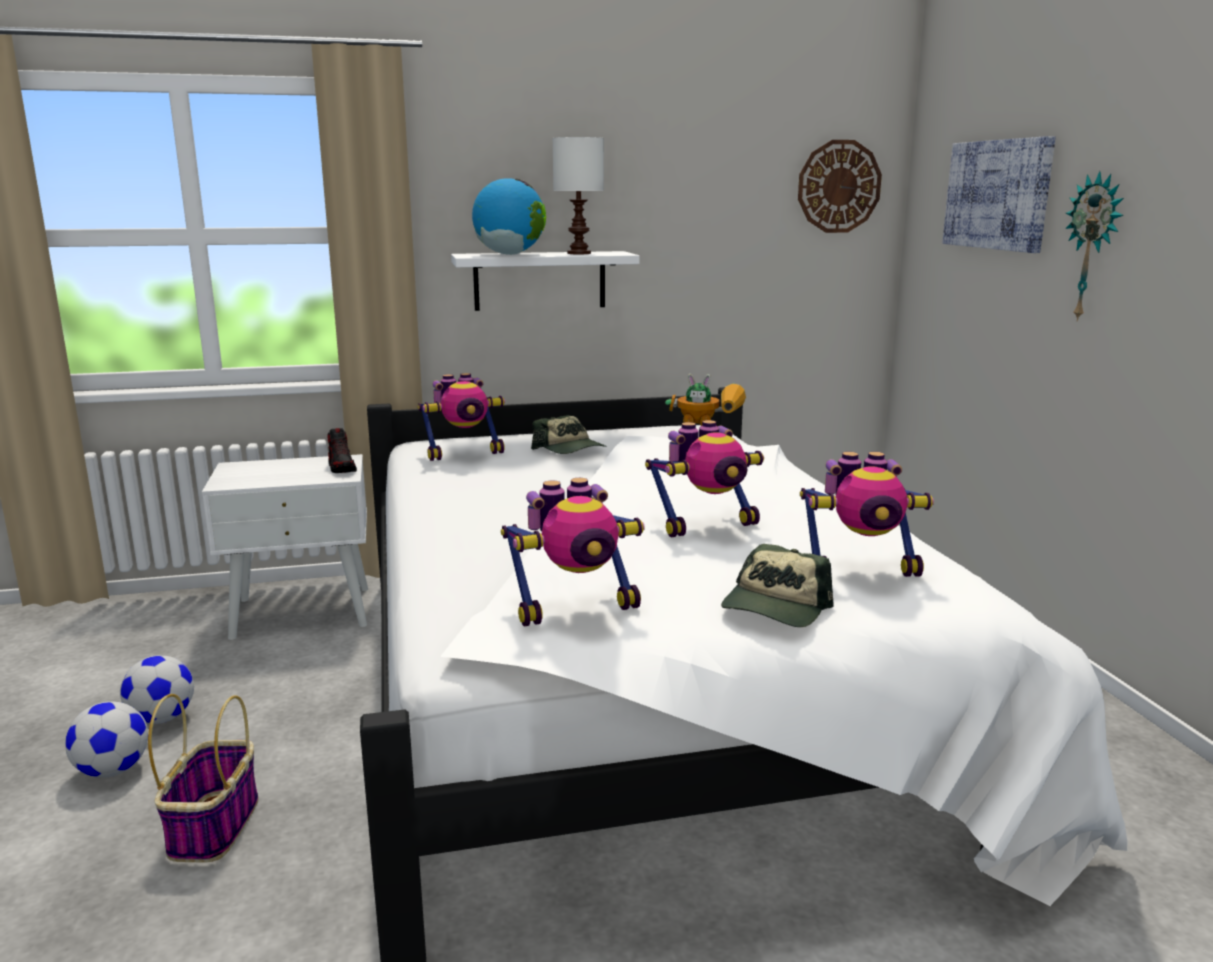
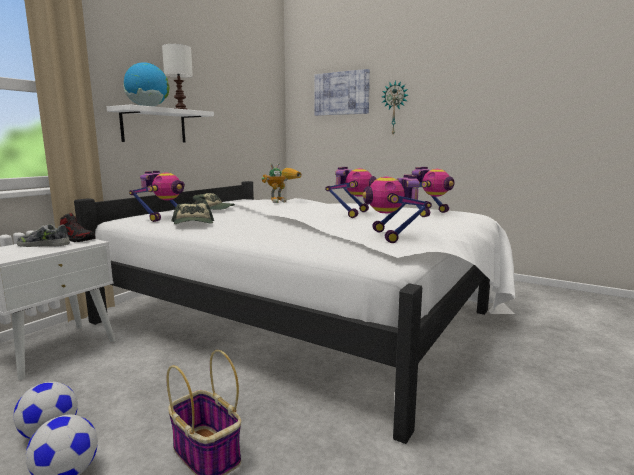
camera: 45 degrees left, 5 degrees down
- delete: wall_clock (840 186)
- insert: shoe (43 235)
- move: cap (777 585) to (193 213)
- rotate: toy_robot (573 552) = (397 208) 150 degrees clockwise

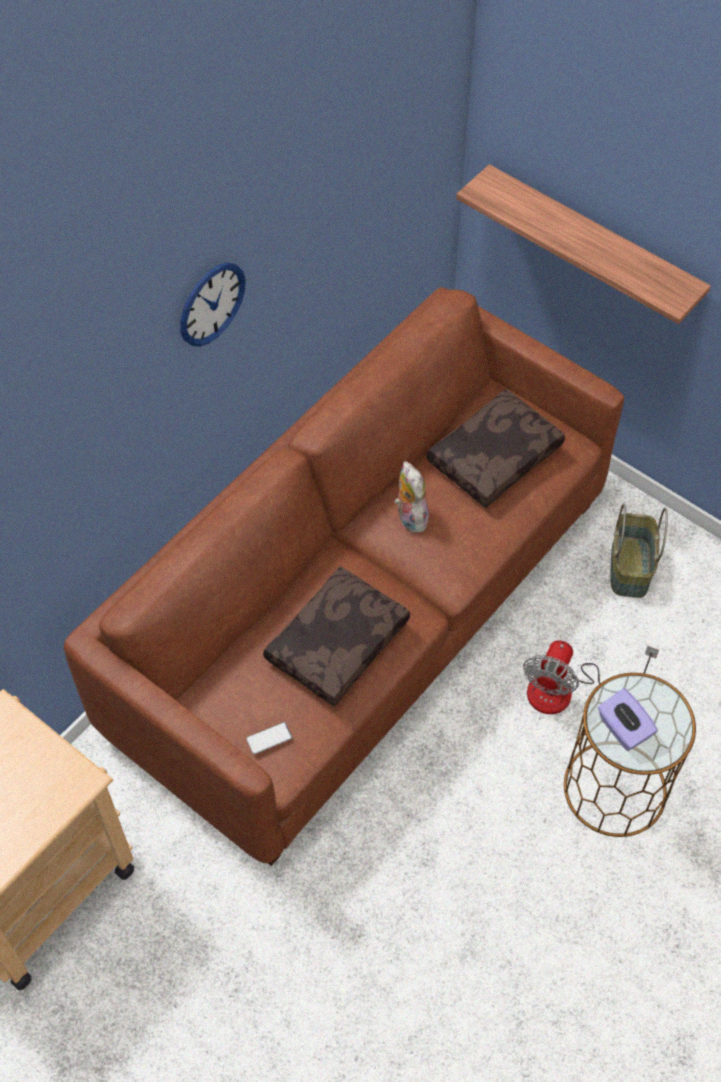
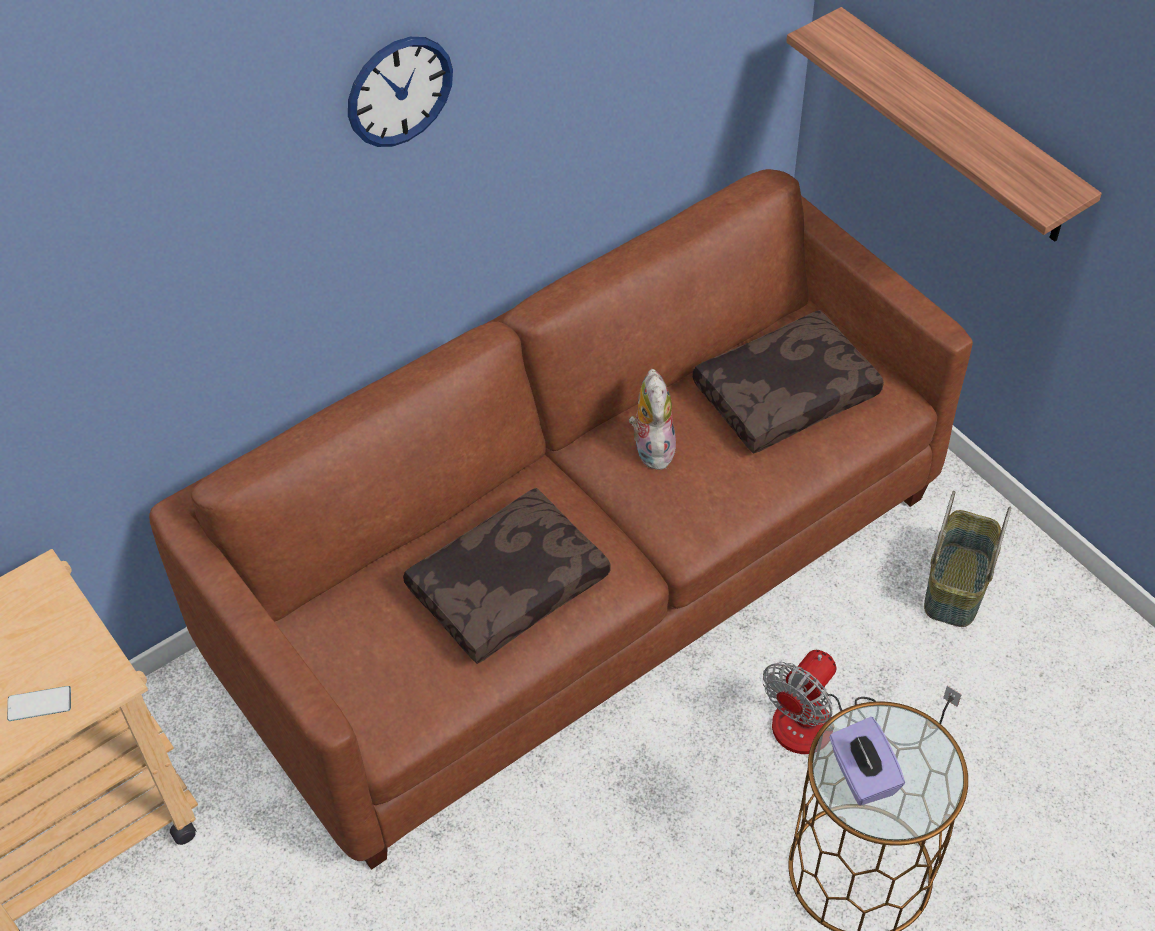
camera: 15 degrees right, 5 degrees down
- move: phone (269 738) to (39 703)

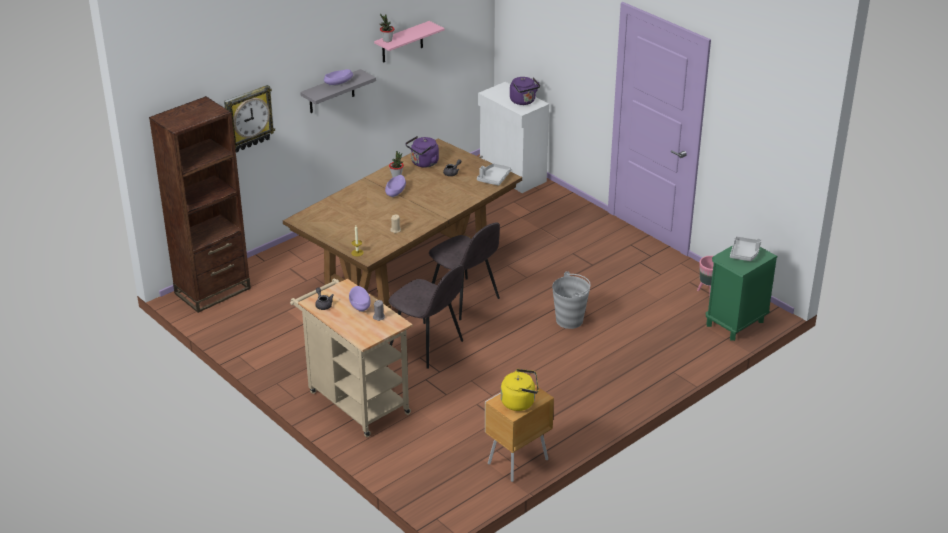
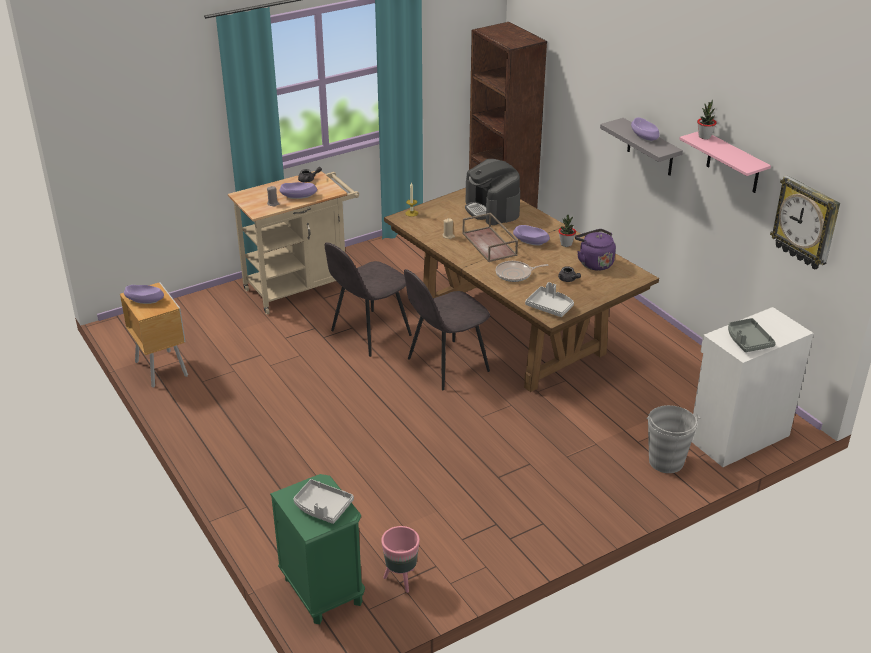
camera: 100 degrees right, 0 degrees up
- insert: brown_tray (490 237)
- insert: coffee_machine (492 192)
- insert: frying_pan (522 271)
- move: wall_clock (249 118) to (805 222)
- move: grey_bucket (571 300) to (673 439)
- replace: yellow_kettle (520 390) to purple_bowl (144 294)
- replace: purple_kettle (525 91) to grey_tray (752 335)

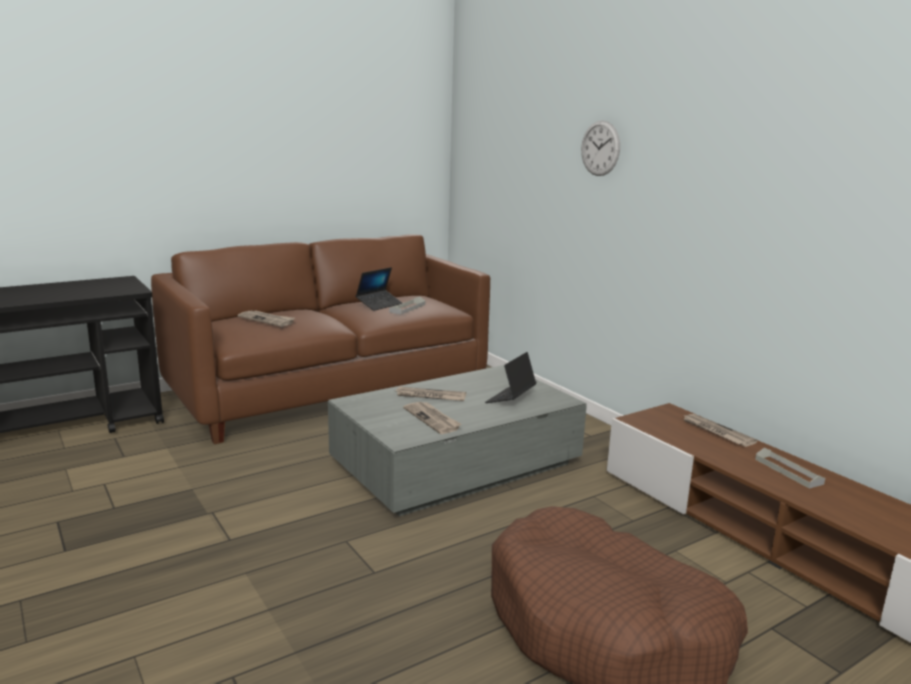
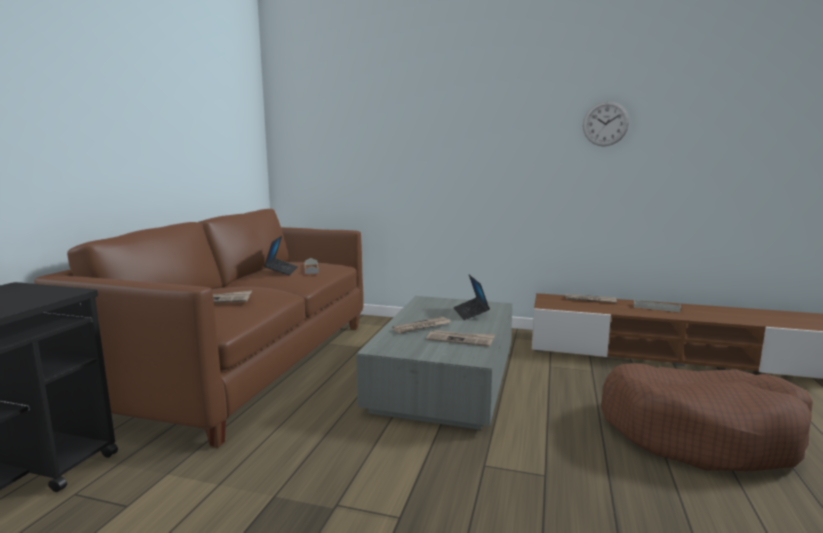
camera: 40 degrees left, 5 degrees down
- move: wall_clock (600 148) to (606 123)

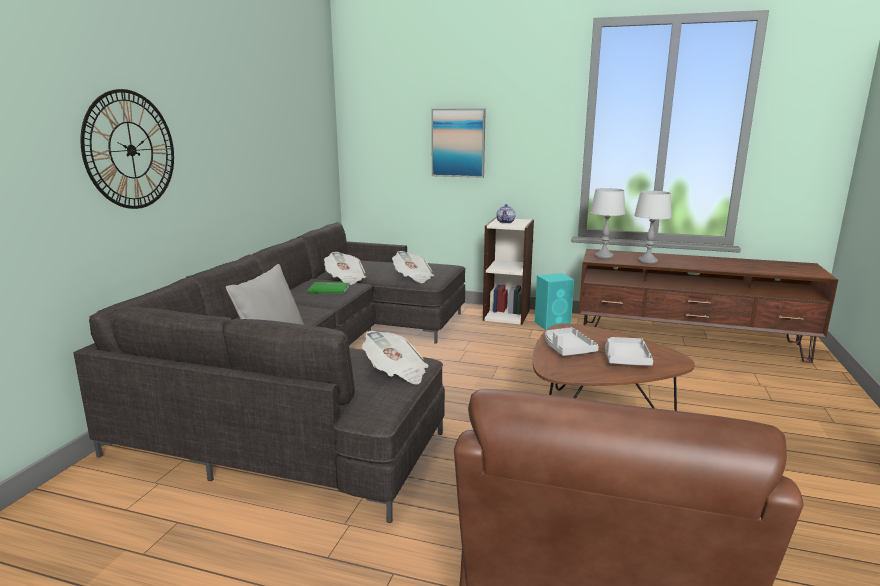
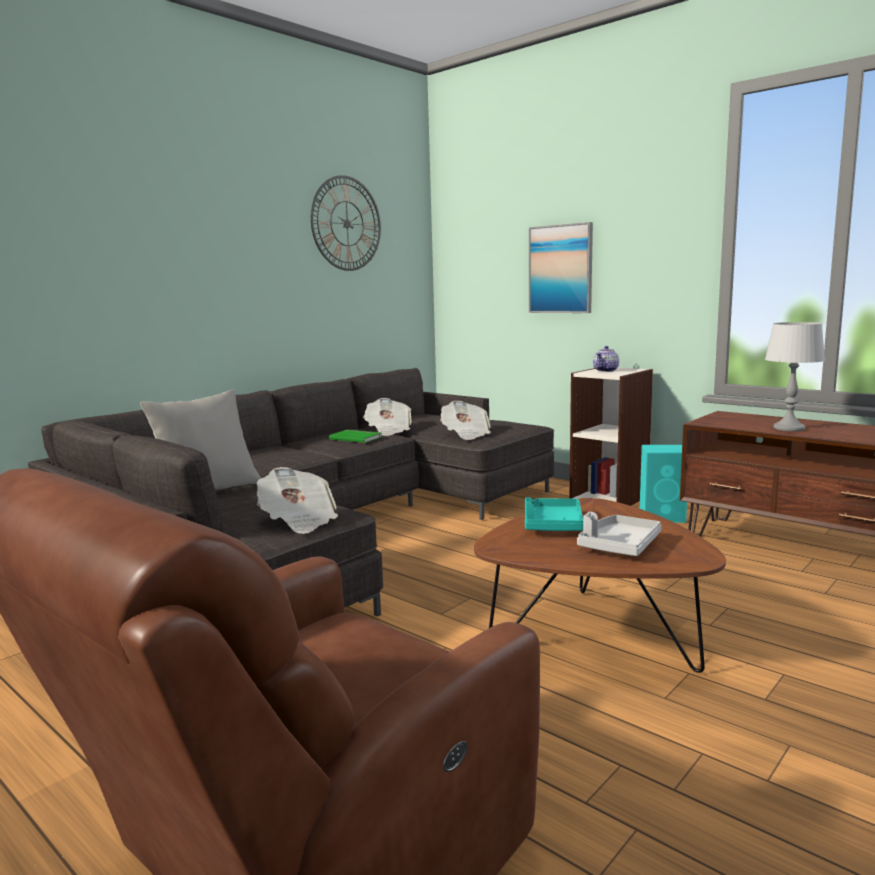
camera: 25 degrees right, 5 degrees down
- delete: grey_table_lamp (608 223)
- move: wall_clock (127 149) to (346 223)
- recolor: grey_tray (572 341) to turquoise_tray (554 514)

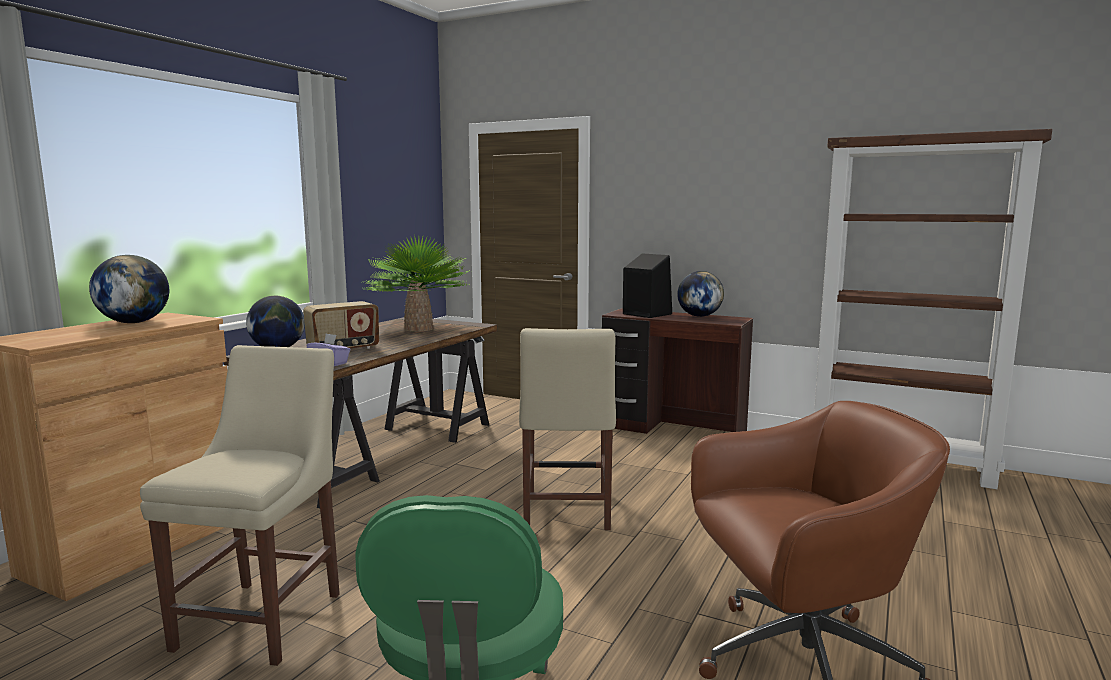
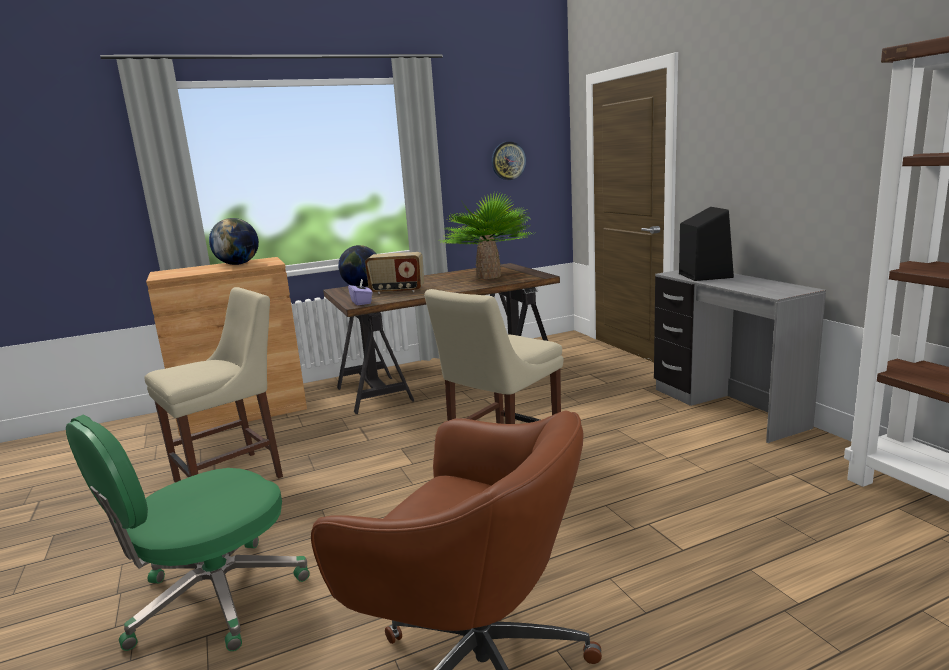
camera: 40 degrees right, 5 degrees up
- delete: globe (700 294)
- insert: wall_clock (509 160)
- recolor: brown_desk (677 371) to grey_desk (740 356)

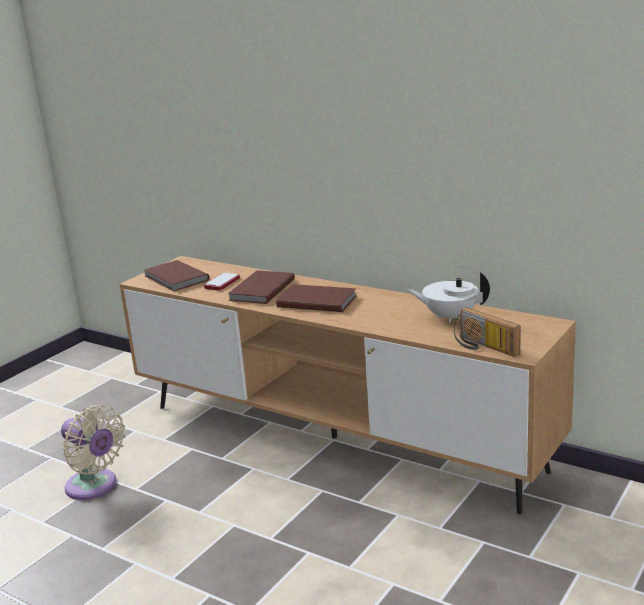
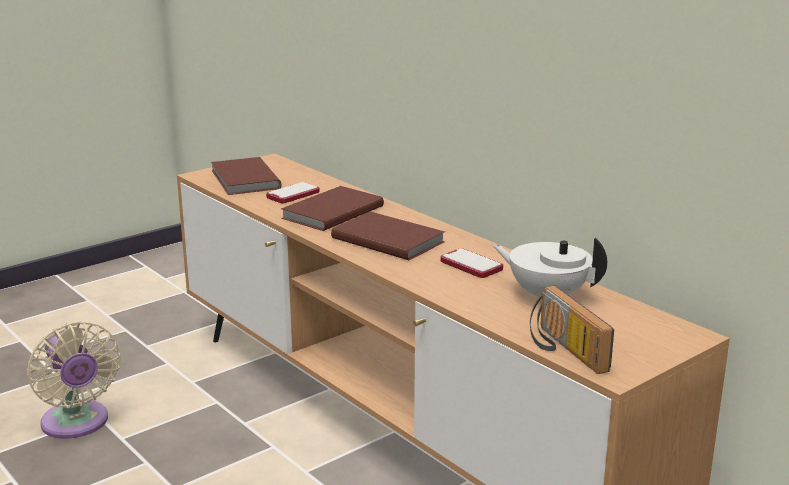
camera: 15 degrees right, 0 degrees up
- insert: phone (471 263)

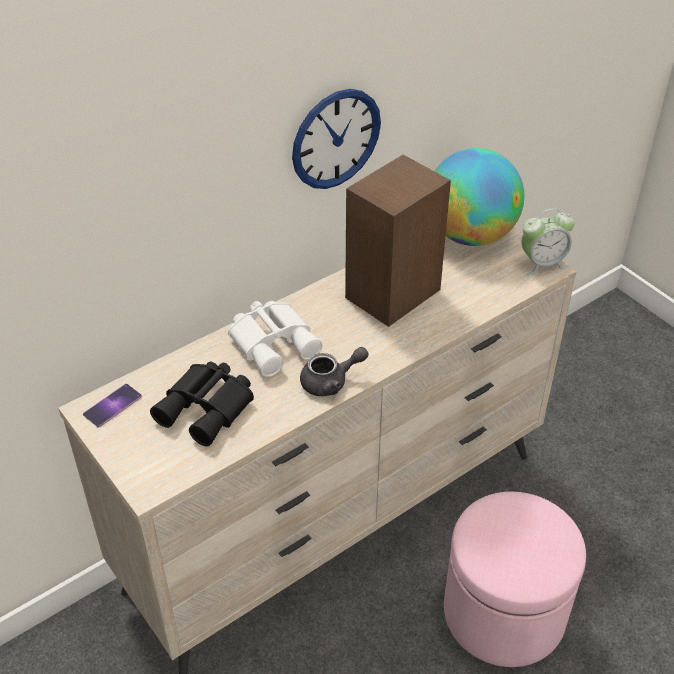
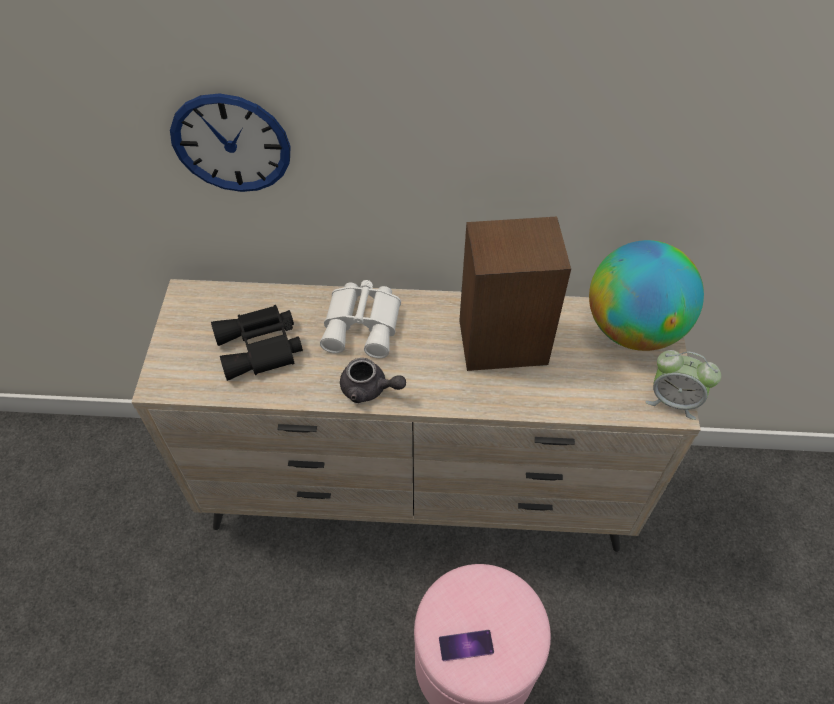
camera: 40 degrees right, 10 degrees up
- move: phone (112 405) to (466 645)
- move: wall_clock (336 139) to (230 142)

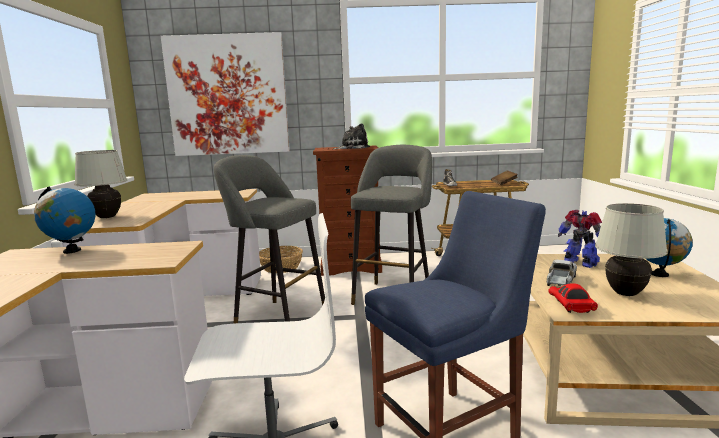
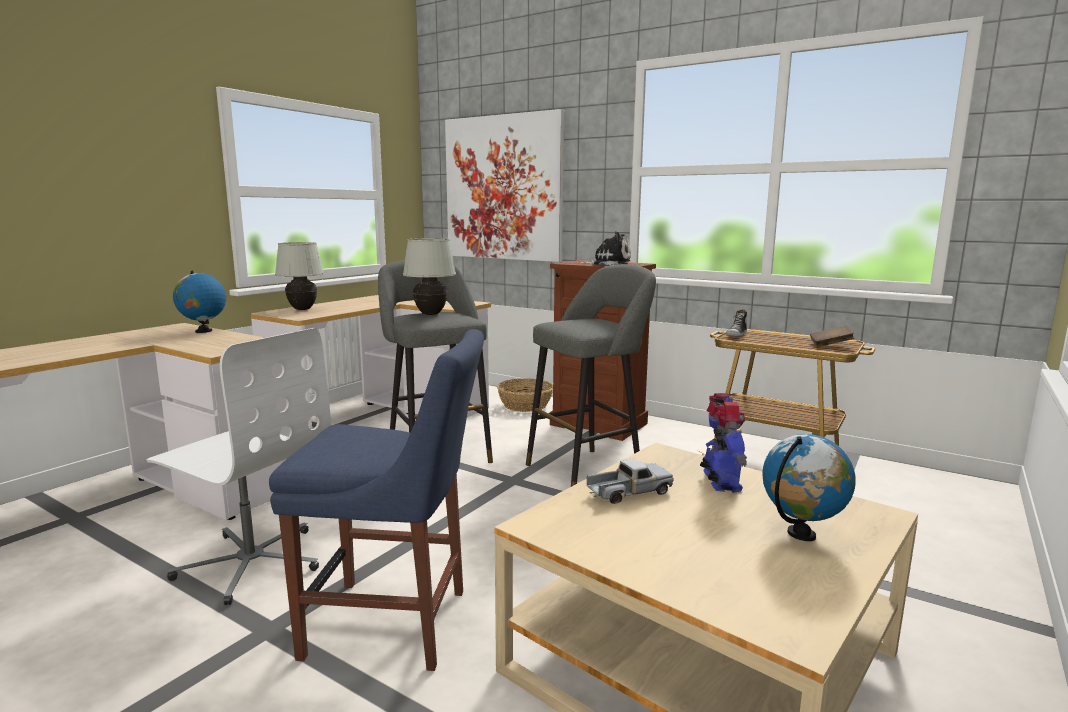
camera: 35 degrees right, 0 degrees up
- delete: red_toy_car (573 298)
- move: white_table_lamp (631 249) to (429 276)

